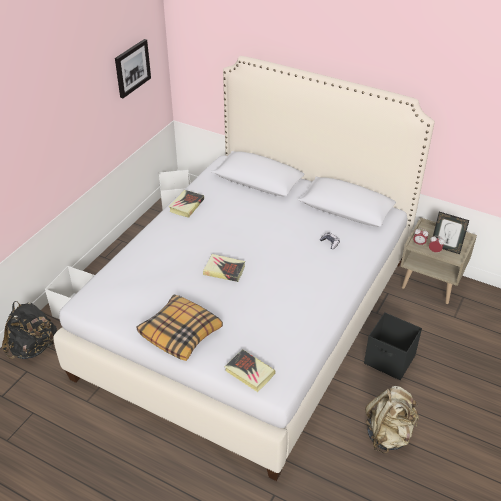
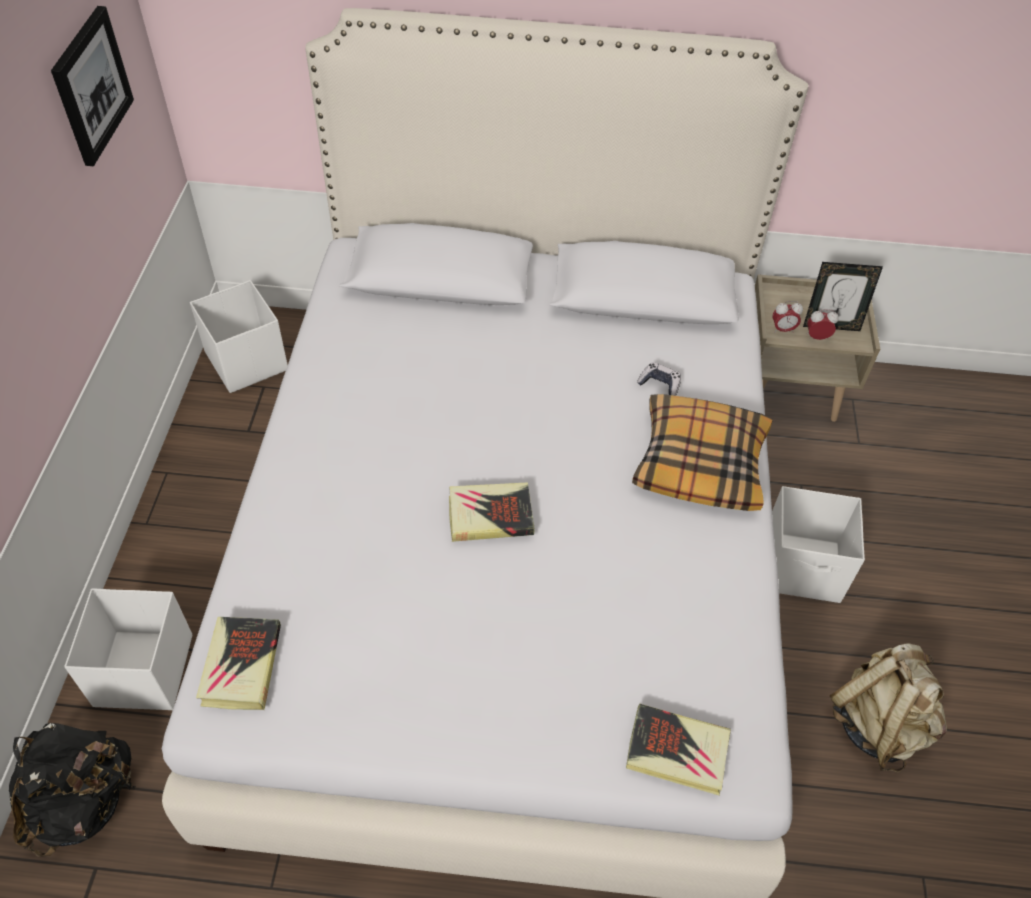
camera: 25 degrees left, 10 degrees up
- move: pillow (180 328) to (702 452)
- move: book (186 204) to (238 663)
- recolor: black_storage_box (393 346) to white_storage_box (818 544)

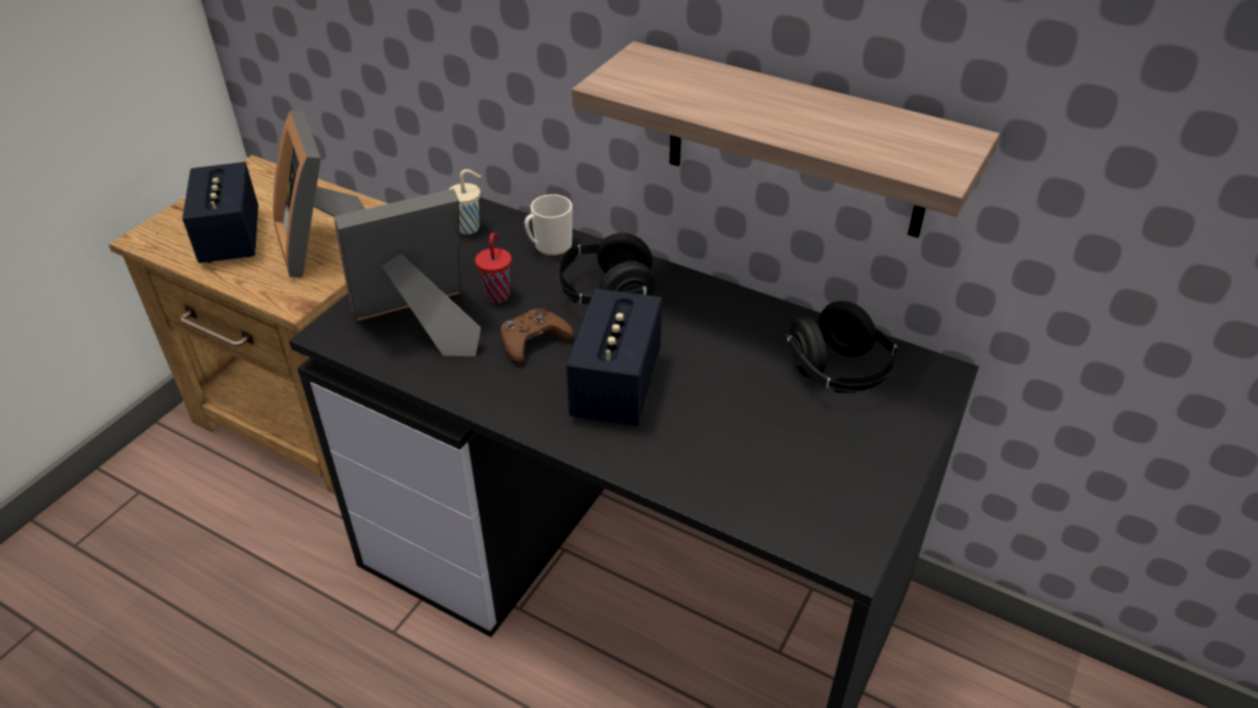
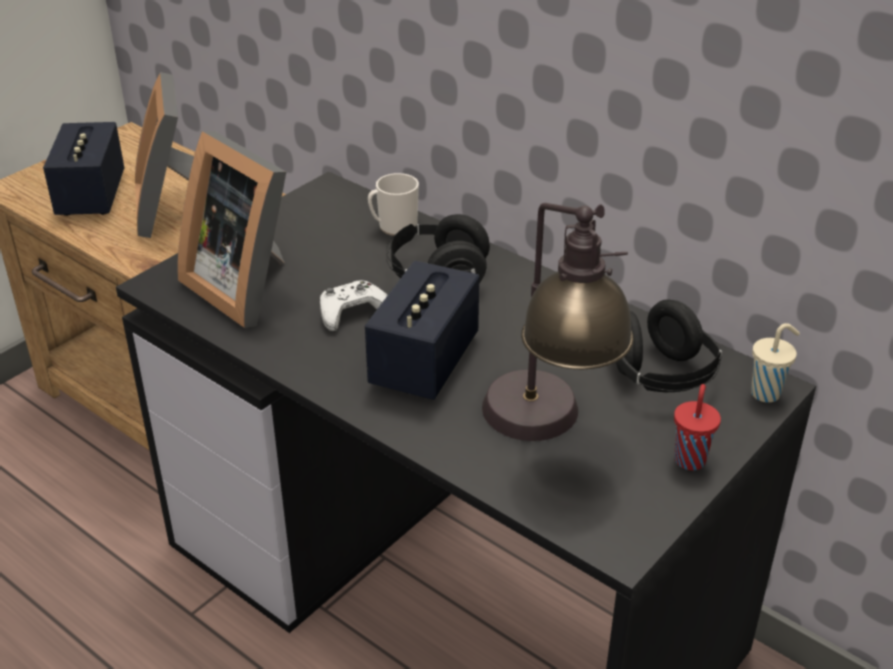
camera: 10 degrees right, 5 degrees down
- delete: shelf (786 139)
- insert: table_lamp (558 322)
- move: beige_cup (464 201) to (775 363)
- move: red_cup (493 267) to (697 427)
- recolor: brown_game_controller (537 336) to white_game_controller (354 305)
- rotate: picture_frame (407 272) = (231 229) 120 degrees counterclockwise

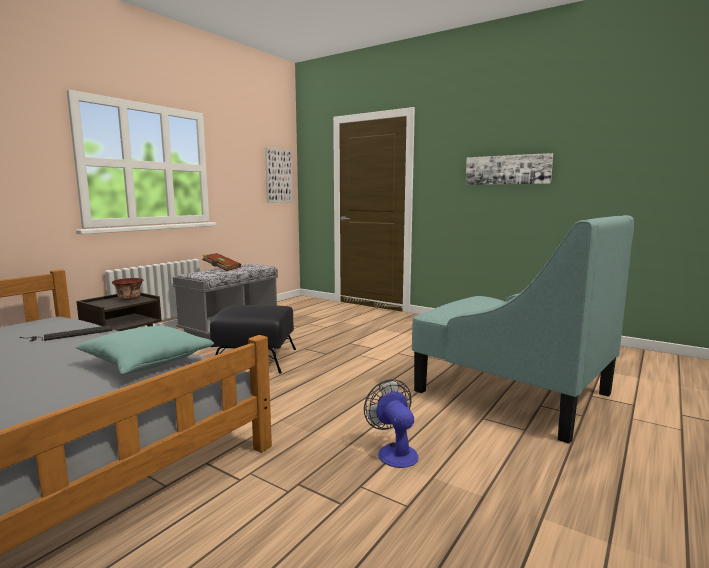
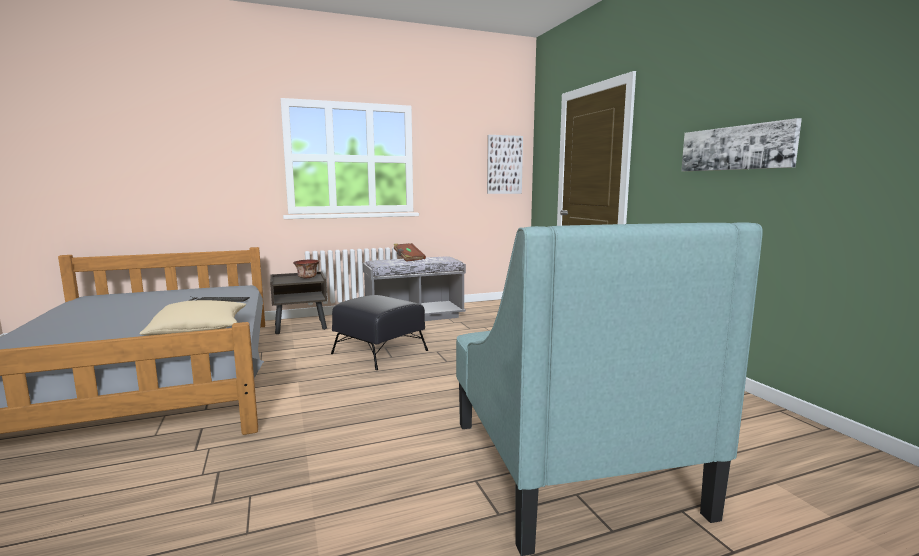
camera: 35 degrees right, 0 degrees up
- delete: fan (391 423)
- recolor: turquoise_pillow (144 350) to beige_pillow (192 318)

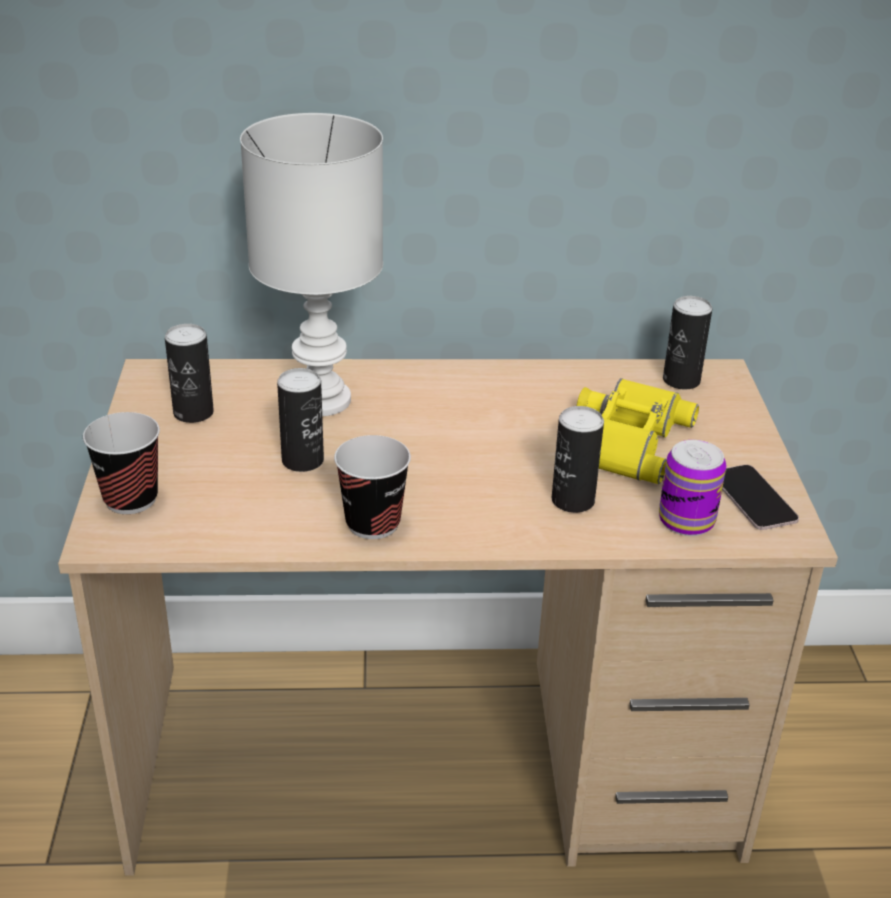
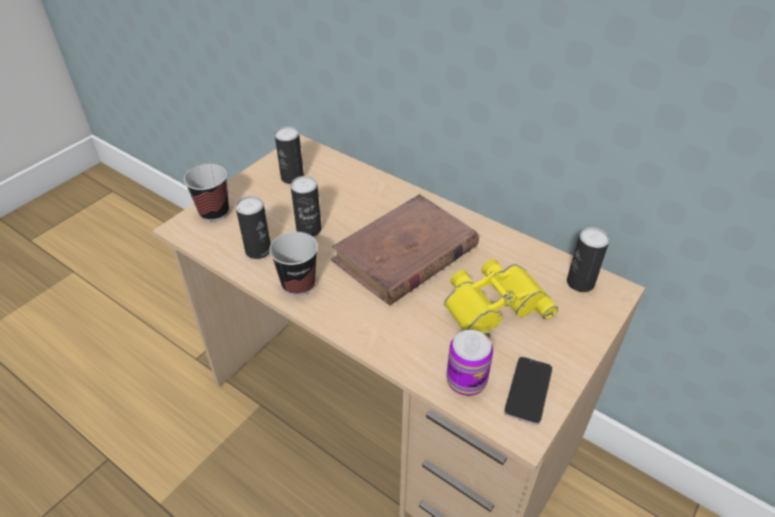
camera: 40 degrees right, 10 degrees up
- delete: white_table_lamp (311 264)
- insert: brown_book (405 250)
- move: can (578 459) to (253 227)

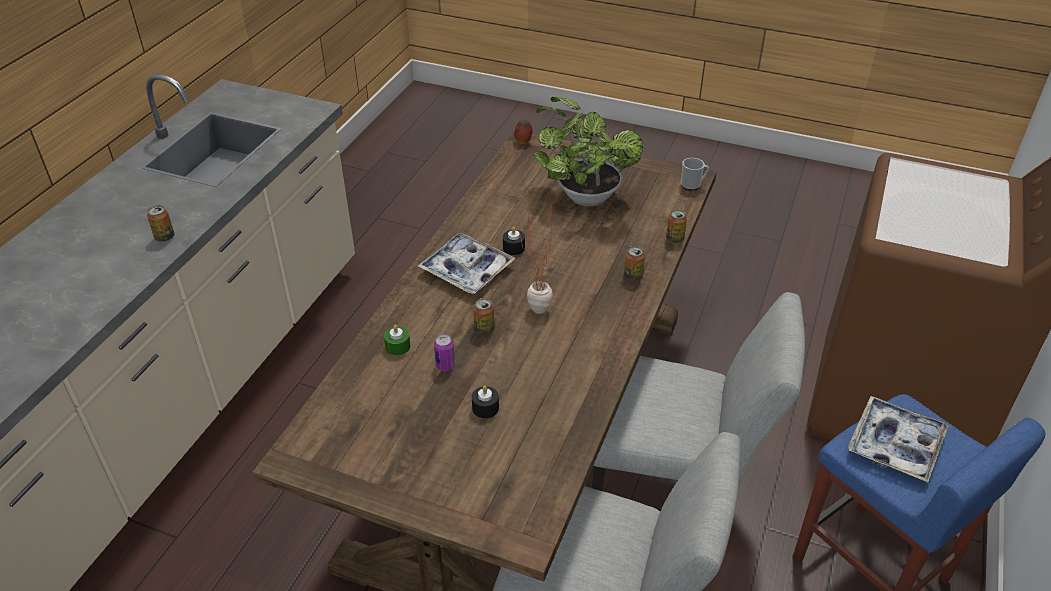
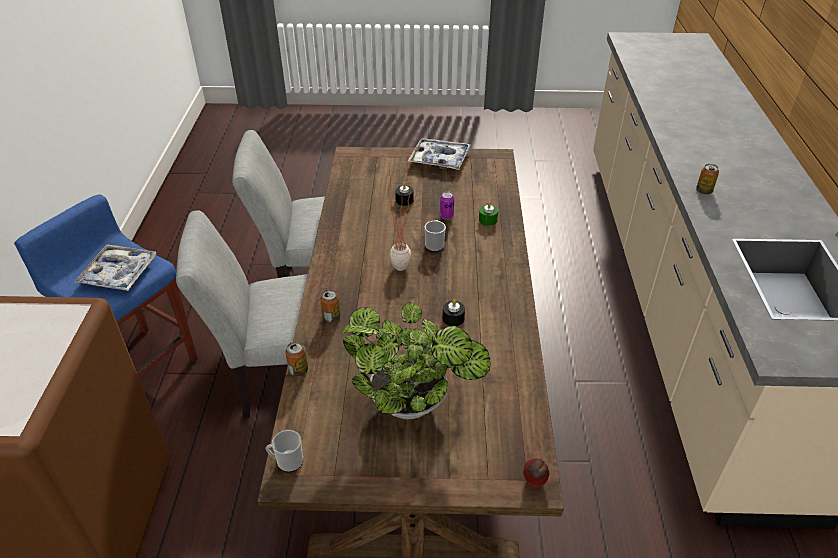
camera: 160 degrees right, 0 degrees up
- move: tray (467 263) to (439 154)
- replace: can (484 316) to mug (435 236)

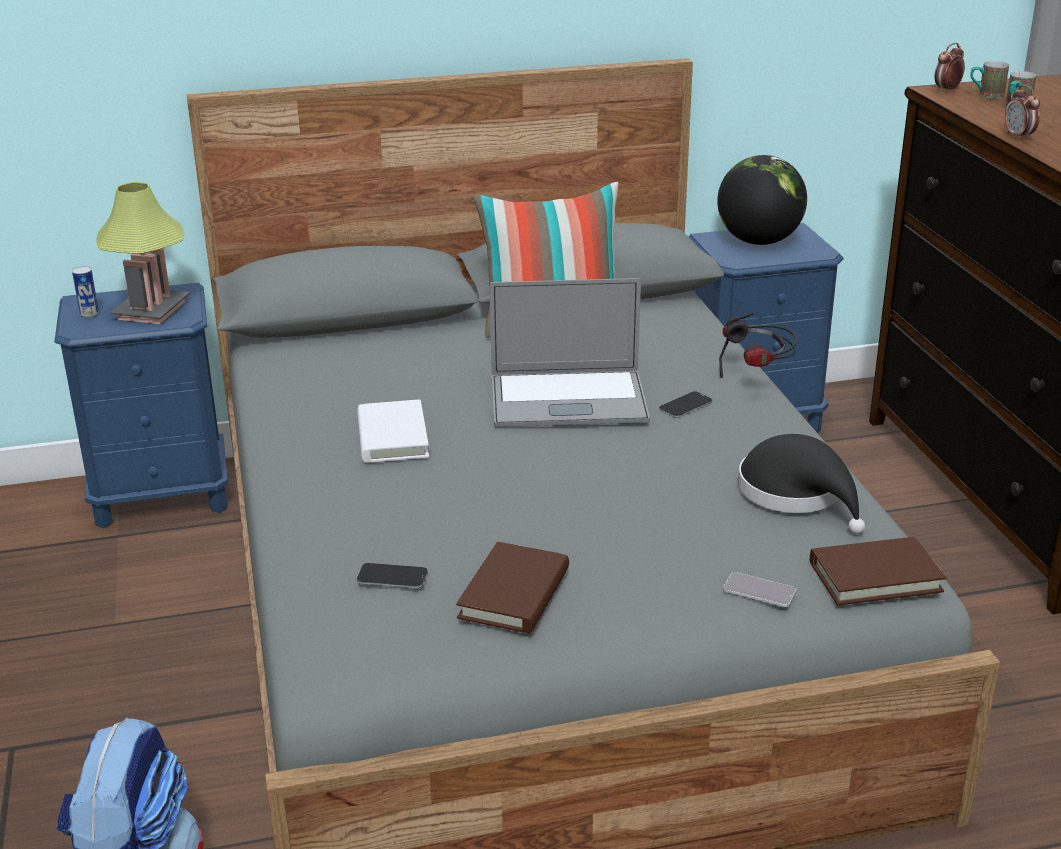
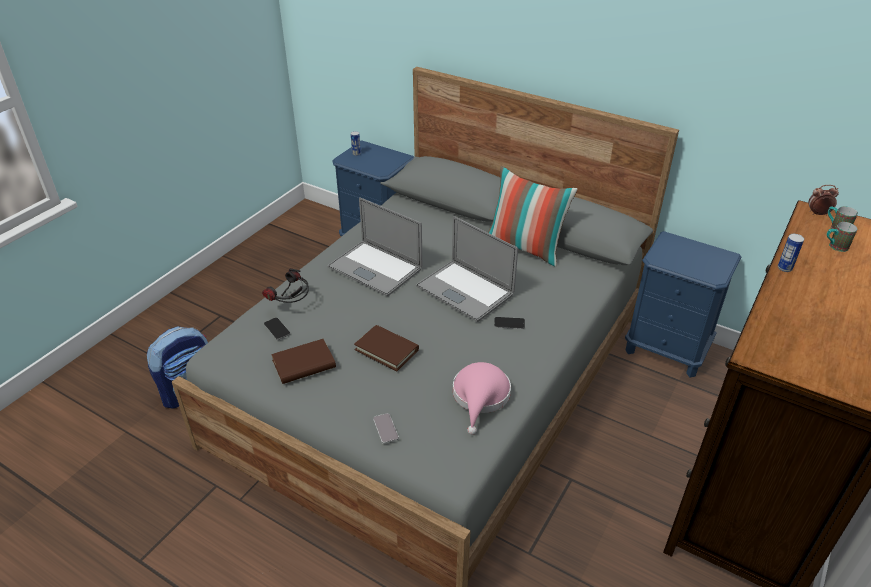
camera: 45 degrees right, 10 degrees up
- delete: table_lamp (143 253)
- delete: globe (762 200)
- move: headphones (758 345) to (285 285)
- move: brown_book (878 571) to (386 348)
- replace: white_book (393 431) to laptop (375 246)
- replace: alarm_clock (1022 113) to can (791 253)
- recolor: black_hat (801 484) to pink_hat (482 398)

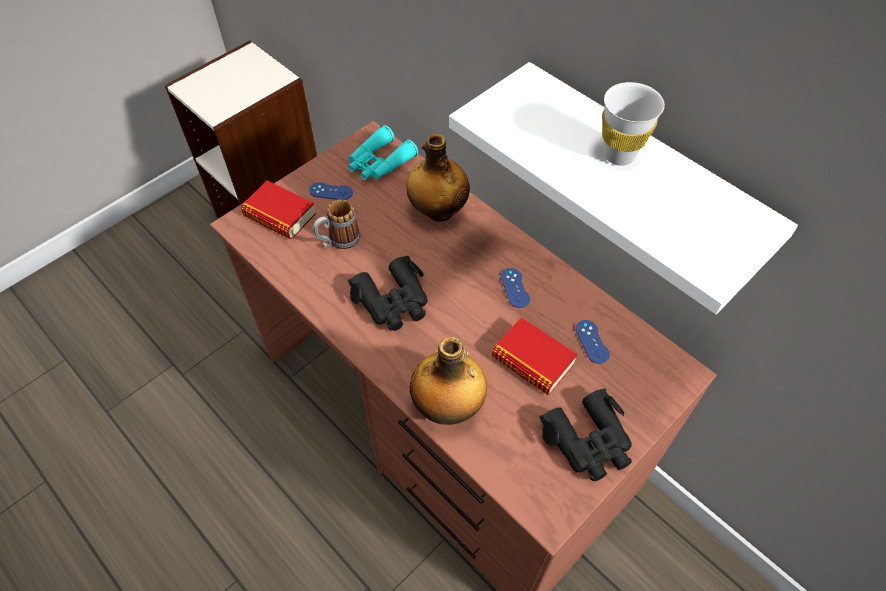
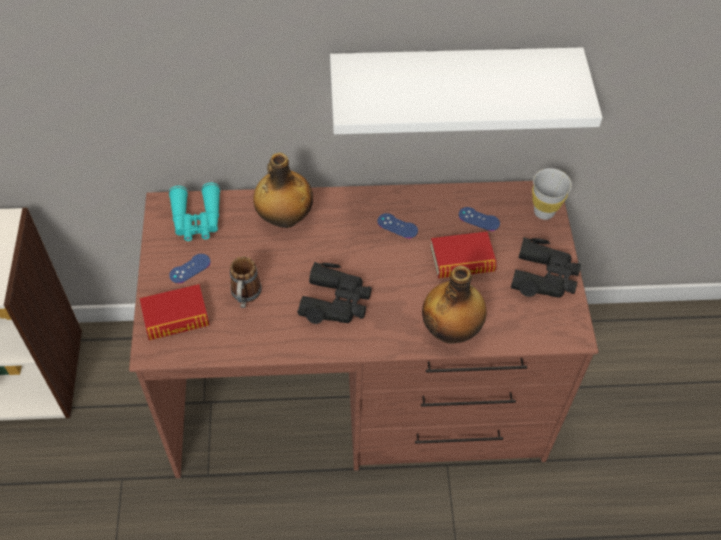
camera: 50 degrees left, 0 degrees up
- move: white_cup (633 124) to (552 194)

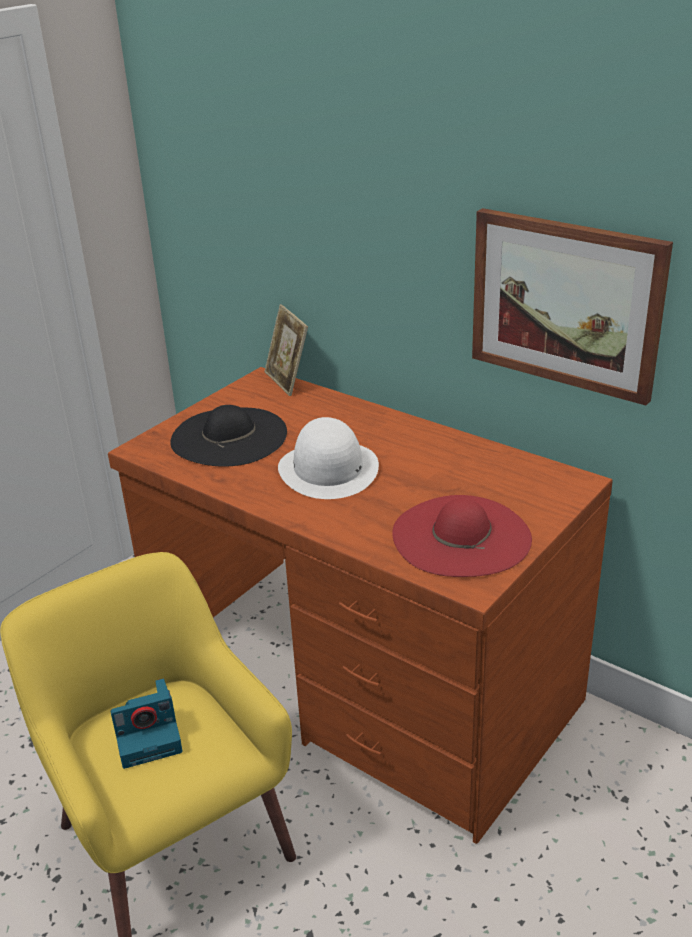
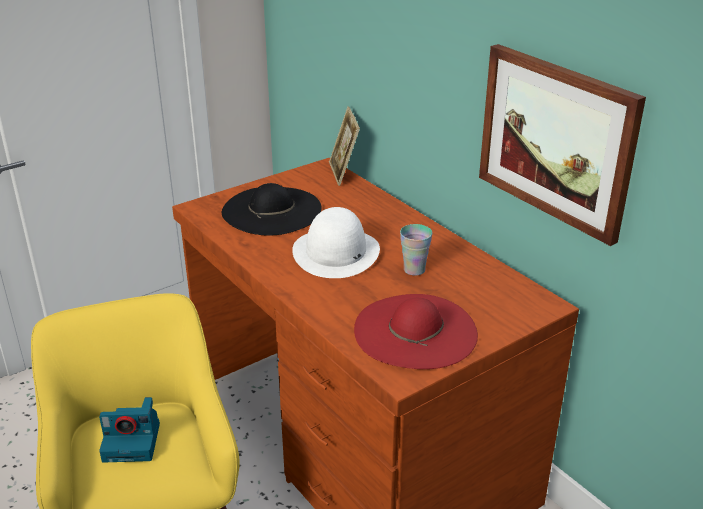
camera: 15 degrees right, 0 degrees up
- insert: cup (416 250)

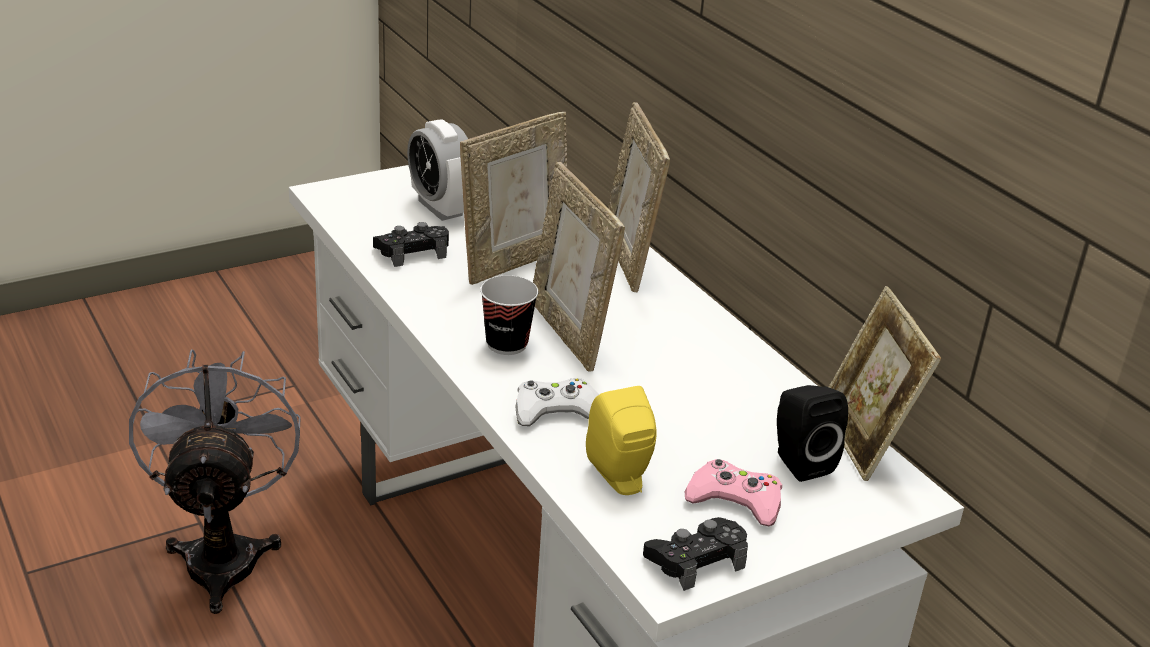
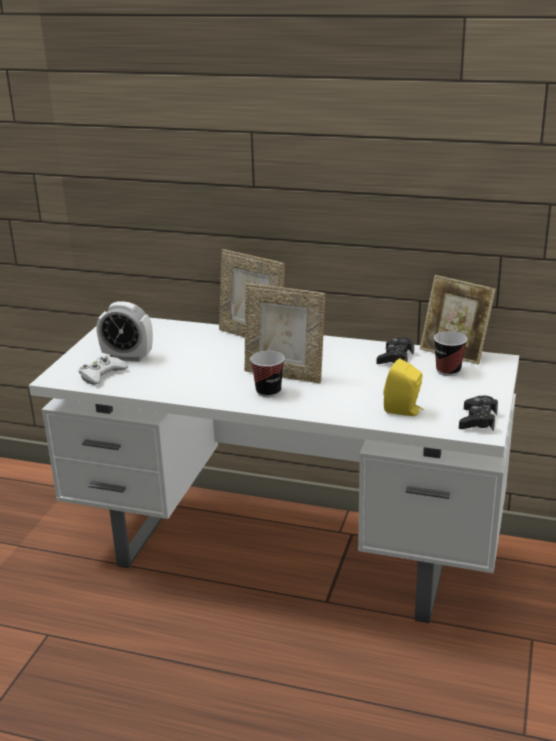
camera: 40 degrees left, 5 degrees down
- delete: grey_fan (215 481)
- delete: picture_frame (513 198)
- delete: pink_game_controller (733 492)
- move: black_game_controller (411 244) to (395 350)
- move: white_game_controller (557 402) to (103 370)
- replace: black_speaker (812 433) to cup (450 353)

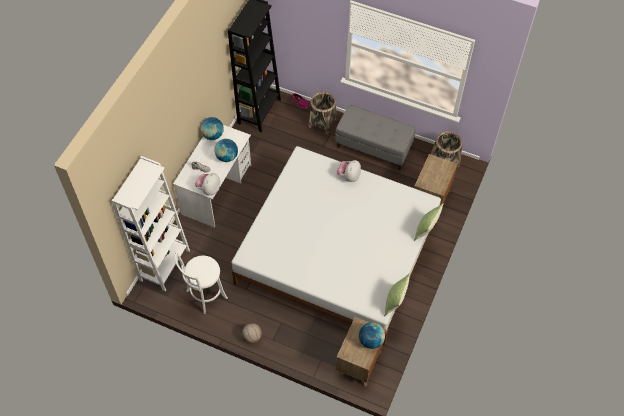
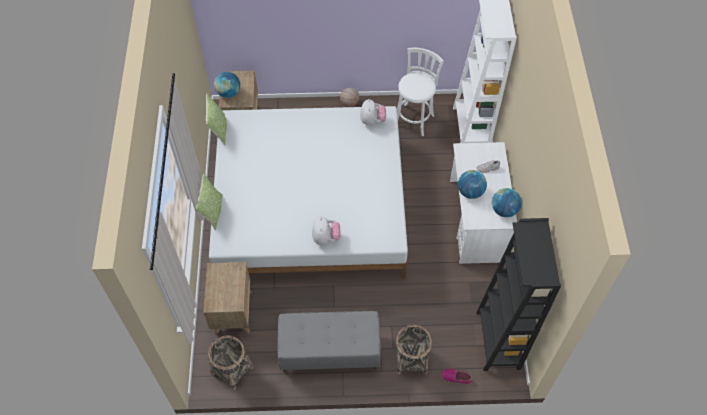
camera: 155 degrees right, 0 degrees up
- move: plush_toy (207 184) to (373 112)

